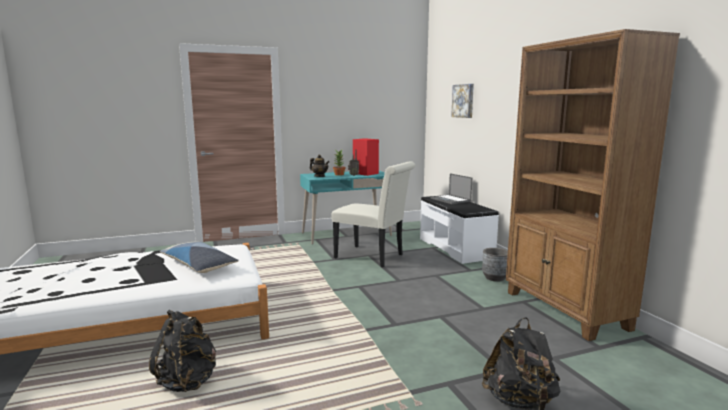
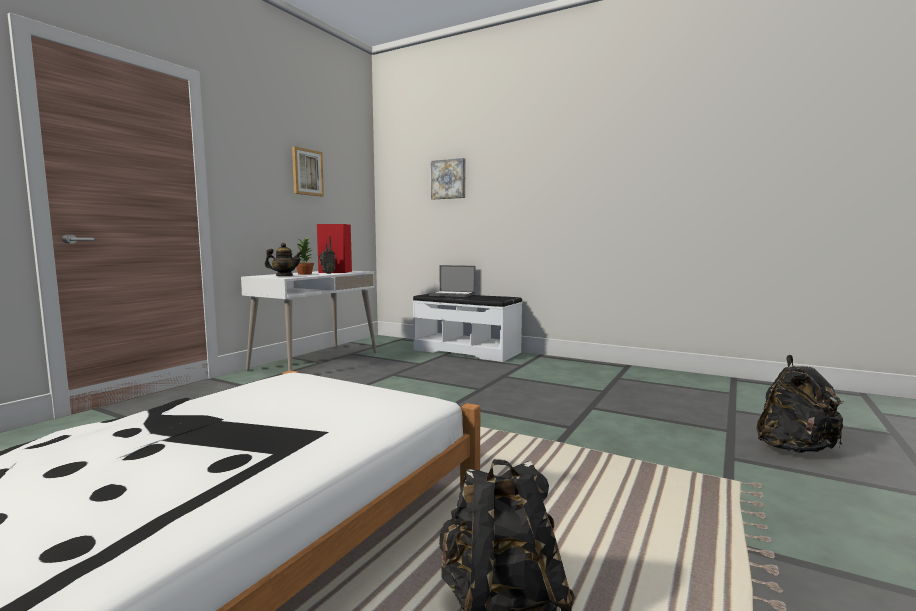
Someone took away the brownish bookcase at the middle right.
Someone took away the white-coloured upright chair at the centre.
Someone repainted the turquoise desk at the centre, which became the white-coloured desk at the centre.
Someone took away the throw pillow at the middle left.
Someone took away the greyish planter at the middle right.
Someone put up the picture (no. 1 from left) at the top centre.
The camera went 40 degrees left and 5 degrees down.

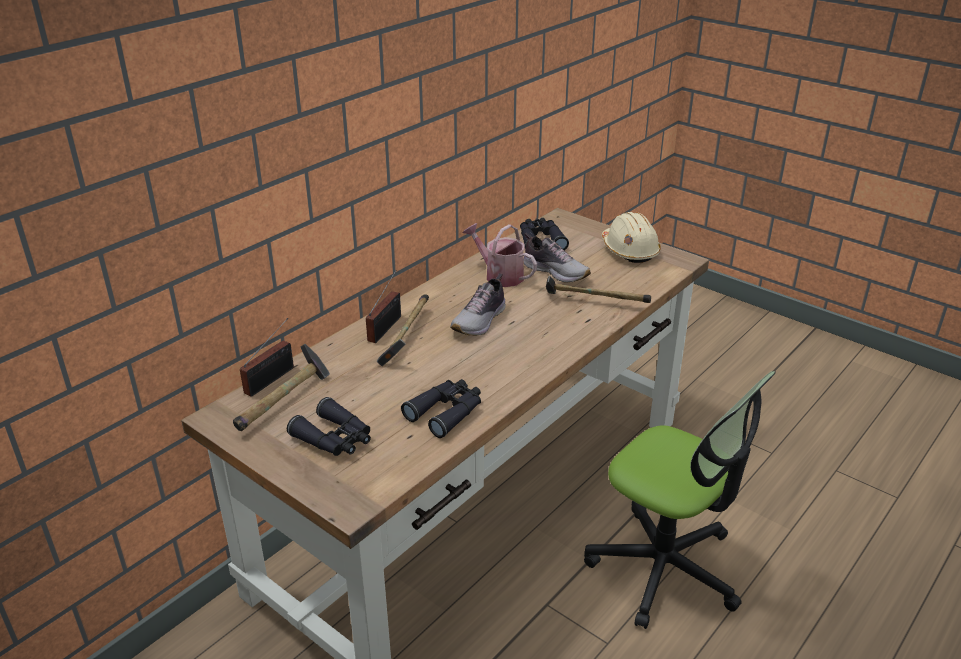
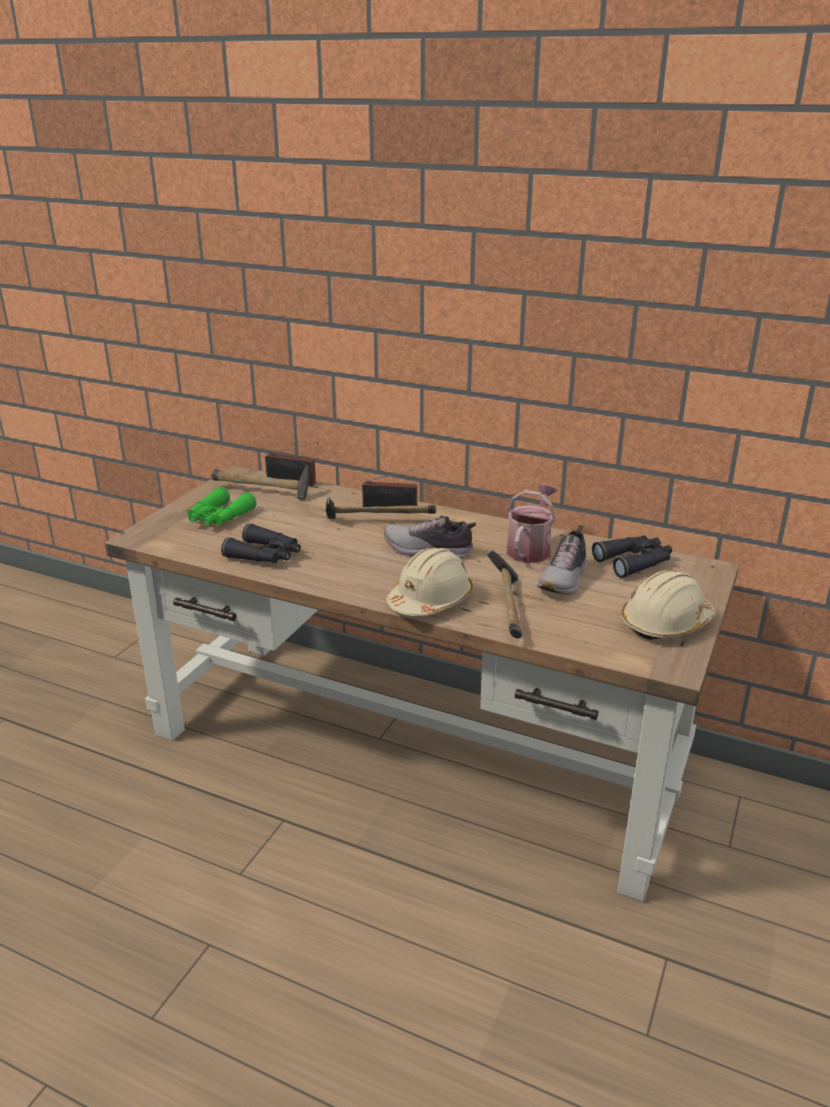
Someone took away the computer chair at the bottom right.
Someone repainted the black-coloured field glasses (no. 1 from left) at the centre, which became the green field glasses at the middle left.
Someone put down the beige-coloured work helmet (no. 1 from left) at the centre.
The camera went 75 degrees right and 5 degrees down.

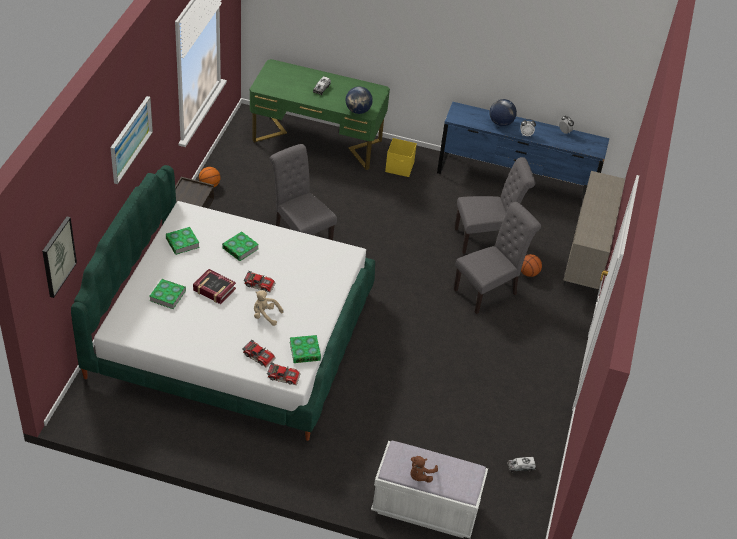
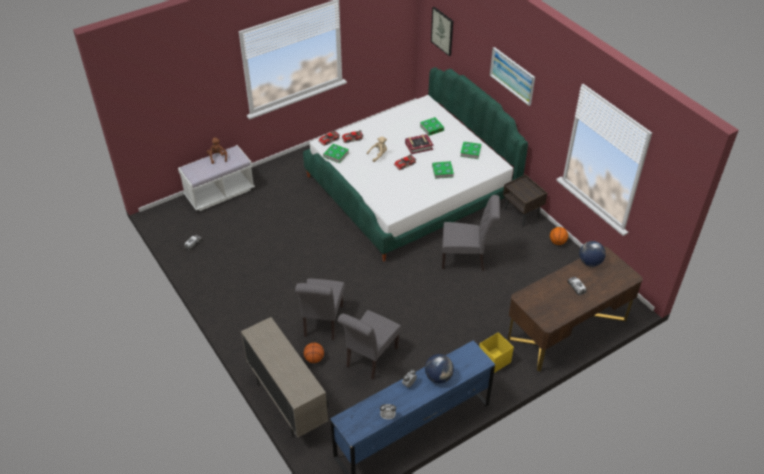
Someone repainted the green desk at the top centre, which became the brownish desk at the middle right.
Someone carried the world globe (no. 1 from left in the first image) from the top centre to the middle right.
The camera went 135 degrees right and 0 degrees up.

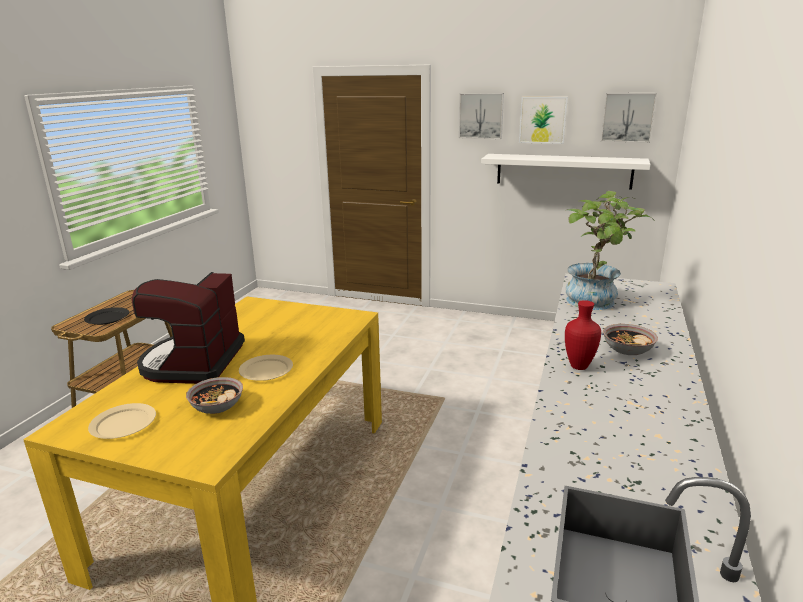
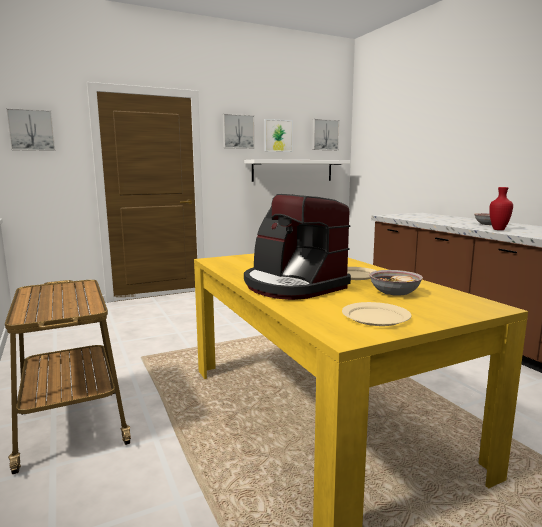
Someone took away the houseplant at the middle right.
Someone took away the black-coloured dinner plate at the middle left.
Someone put up the picture (no. 1 from left) at the top left.
The camera went 45 degrees left and 10 degrees down.

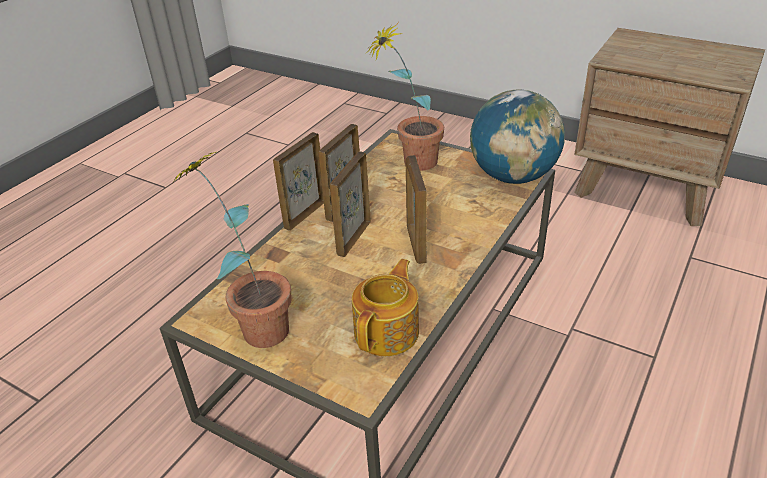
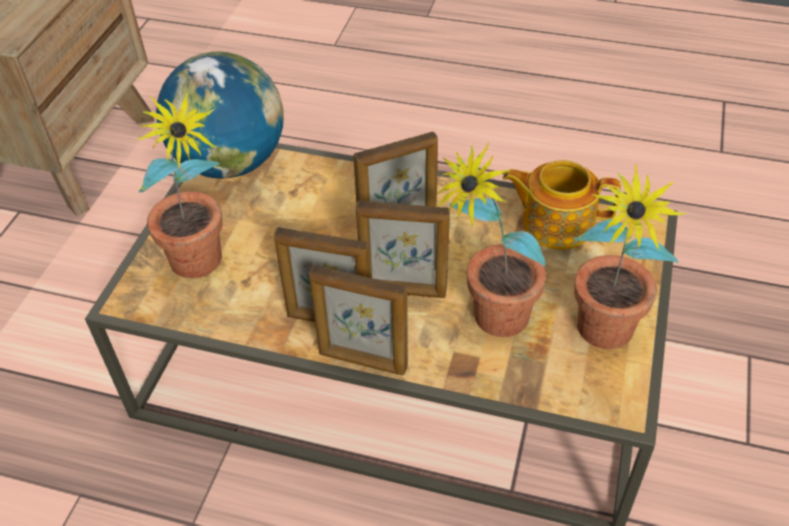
Someone put down the houseplant (no. 2 from left) at the centre.
The camera went 105 degrees left and 10 degrees up.

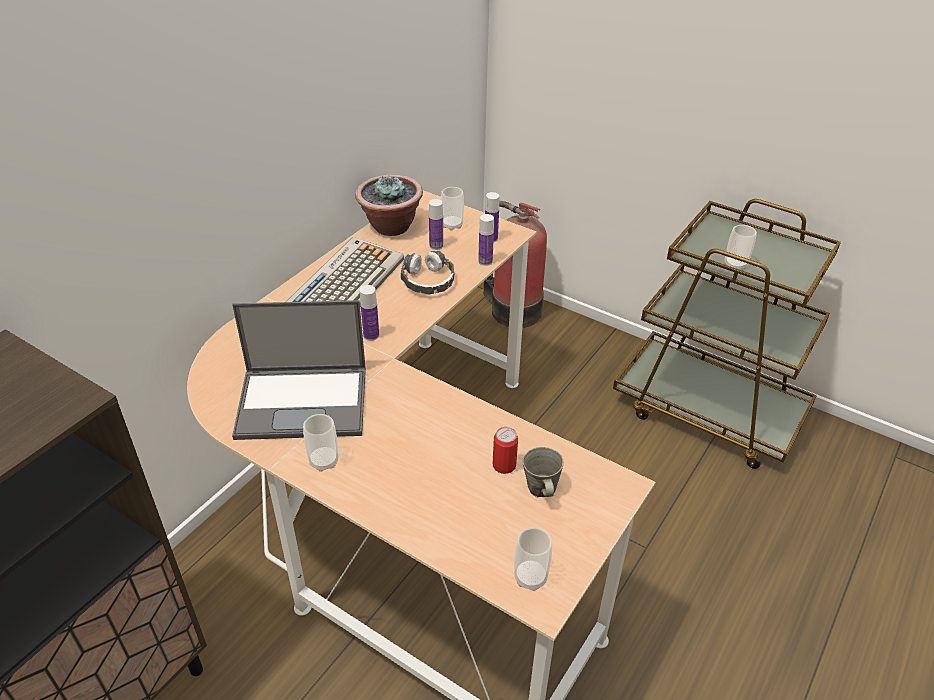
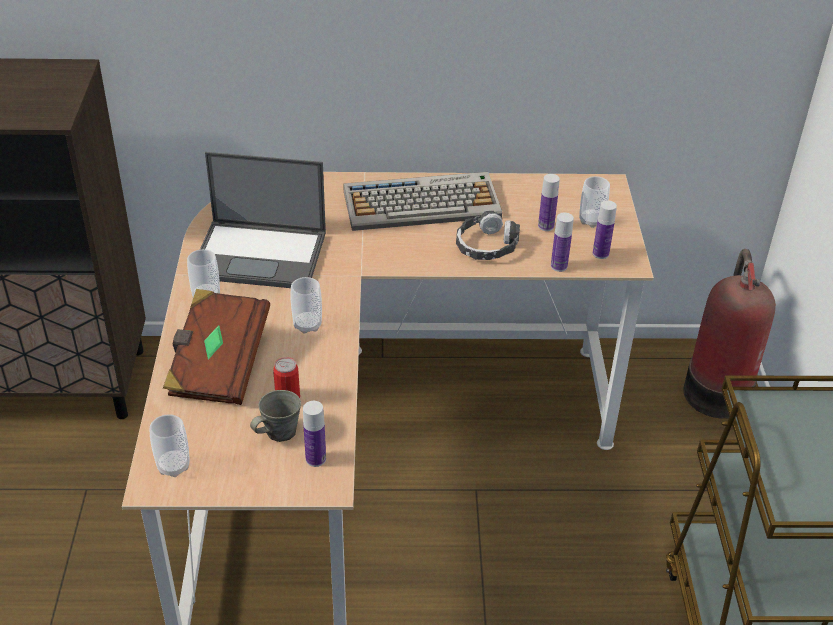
Someone took away the houseplant at the top centre.
Someone carried the drinking cup (no. 4 from left in the first image) from the middle right to the centre.
Someone carried the beverage bottle (no. 1 from left) from the centre to the bottom centre.
Someone rotated the laptop at the middle left by 45 degrees counterclockwise.
Someone put down the brownish volume at the middle left.
The camera went 55 degrees right and 0 degrees up.

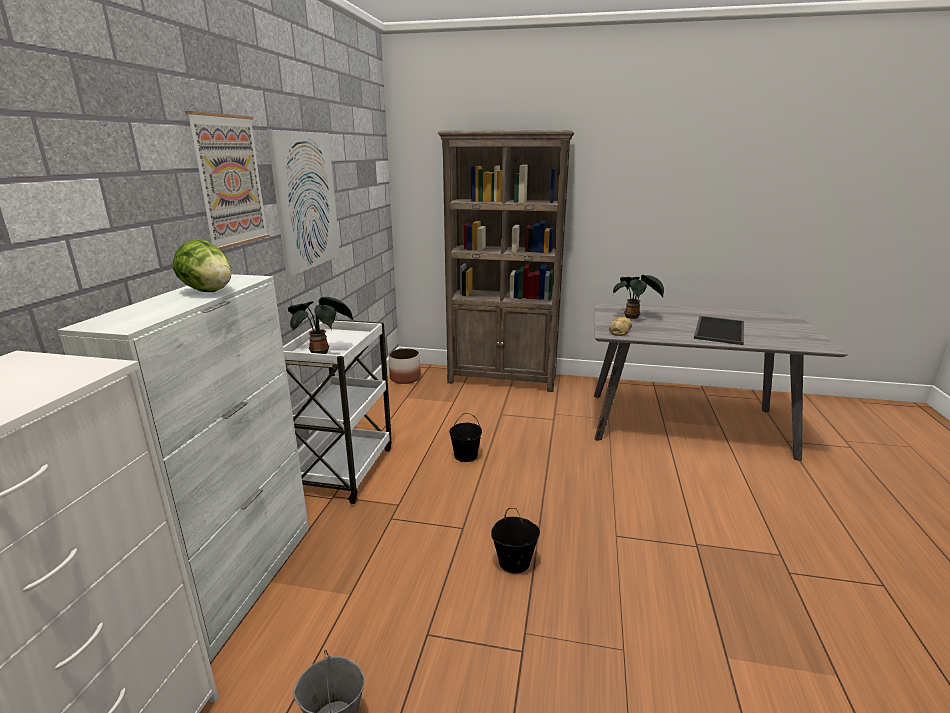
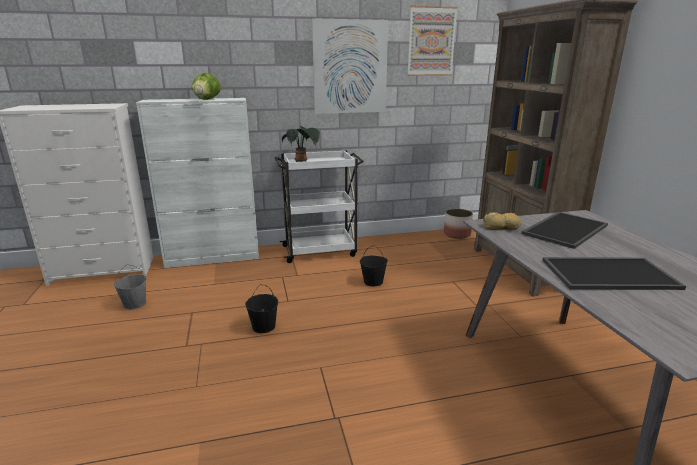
Someone carried the picture (no. 1 from left in the first image) from the top left to the top centre.
Someone swapped the houseplant (no. 2 from left) at the middle right for the carrying tray (no. 1 from left) at the middle right.
The camera went 65 degrees right and 0 degrees up.

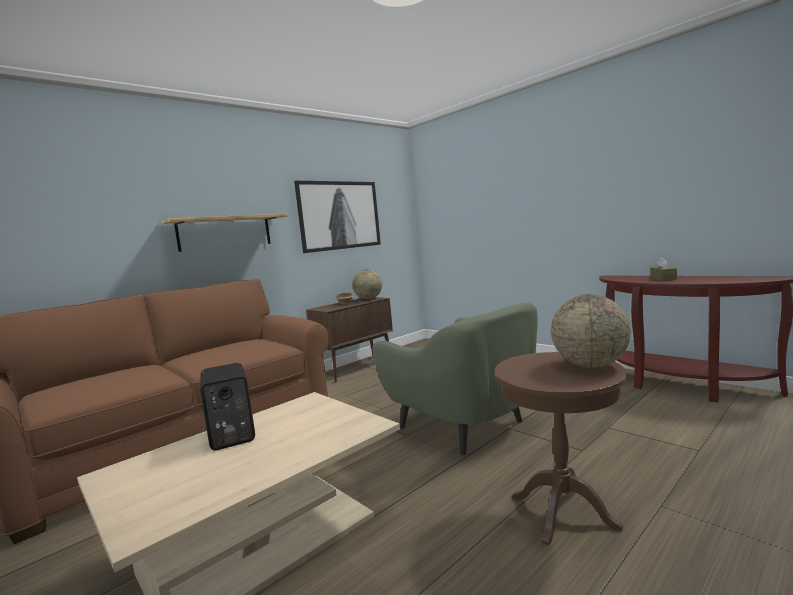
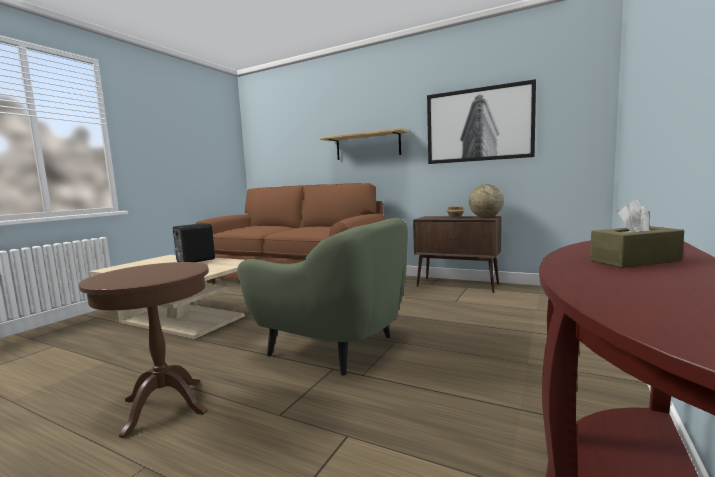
Someone took away the world globe (no. 2 from left) at the middle right.
Someone rotated the green armchair at the centre by 90 degrees counterclockwise.
The camera went 70 degrees right and 0 degrees up.

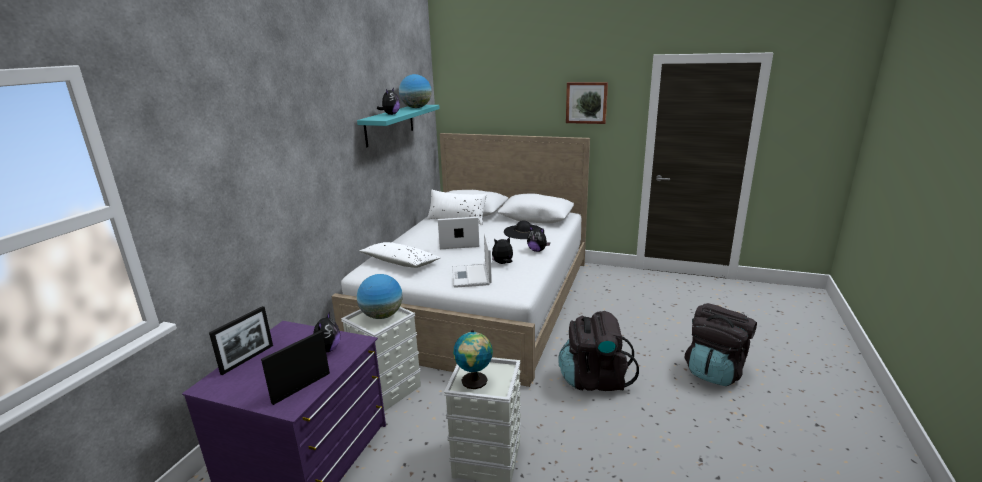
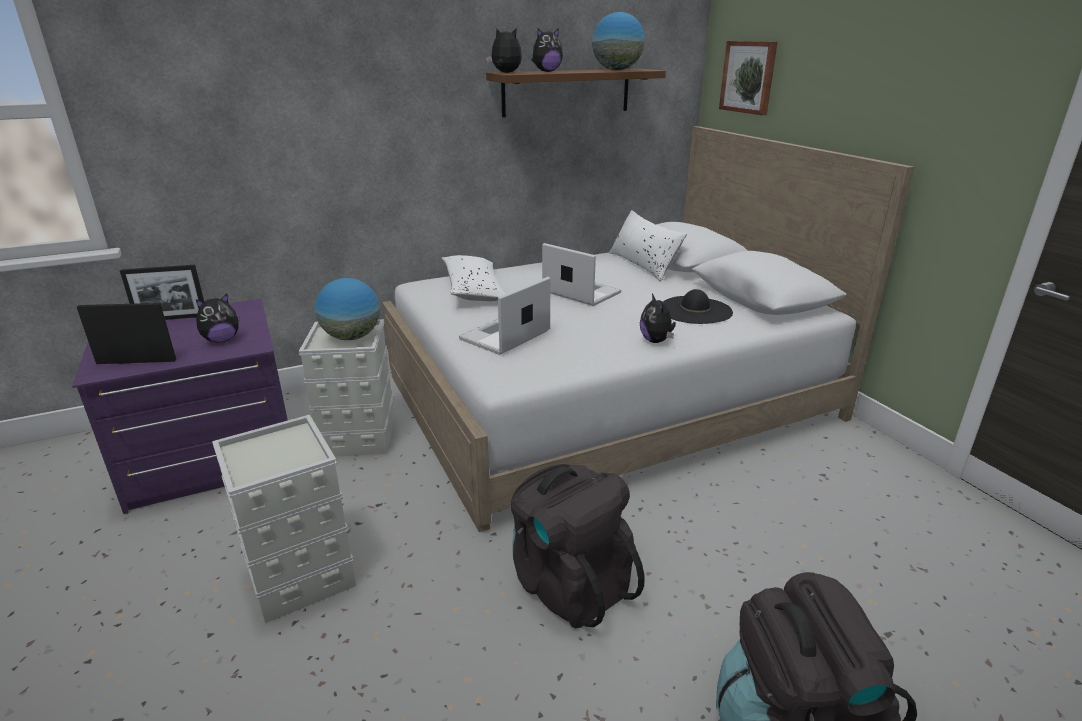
Someone carried the picture from the top centre to the top right.
Someone repainted the turquoise shelf at the top centre, which became the brownish shelf at the top centre.
Someone carried the cuddly toy (no. 3 from left in the first image) from the centre to the top centre.
Someone took away the world globe (no. 3 from left) at the bottom centre.
The camera went 45 degrees right and 5 degrees up.

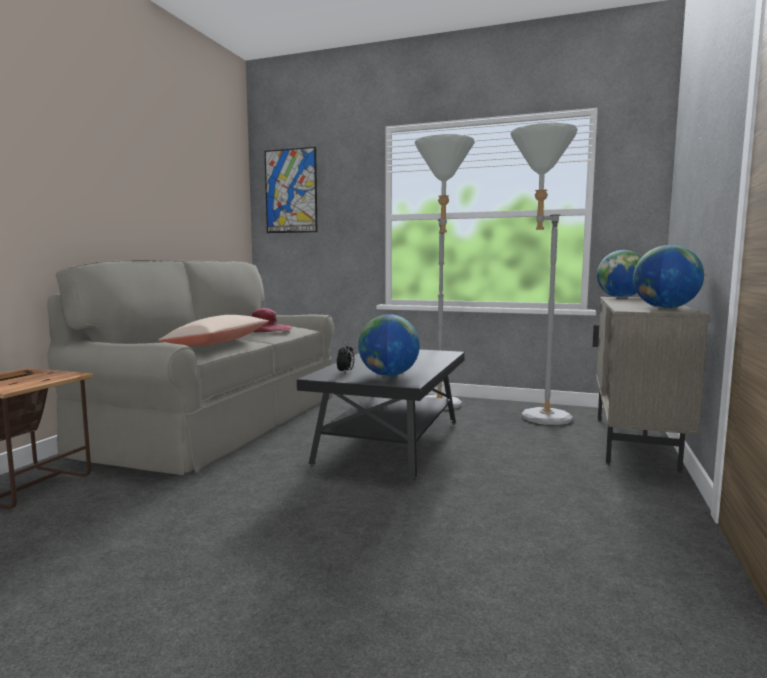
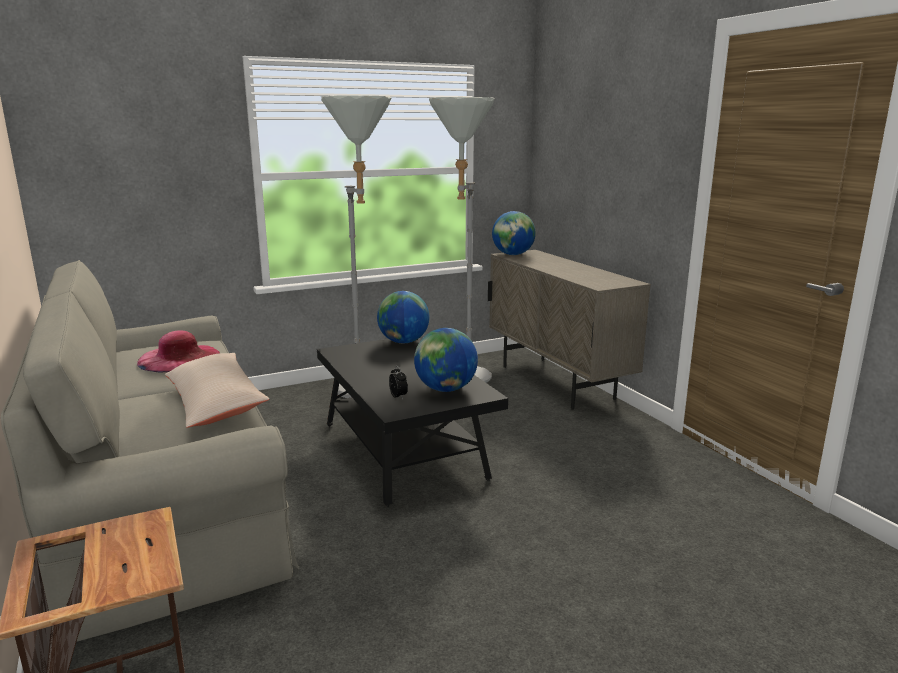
Someone took away the picture at the top centre.
Someone carried the world globe (no. 3 from left in the first image) from the middle right to the centre.
The camera went 45 degrees left and 10 degrees up.

